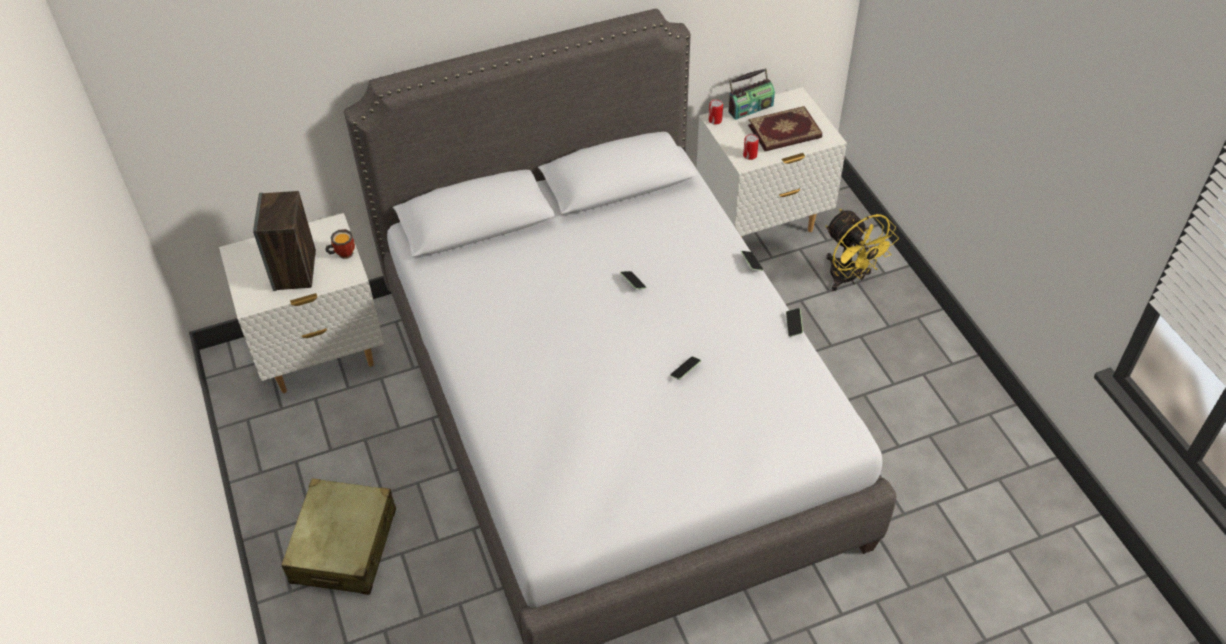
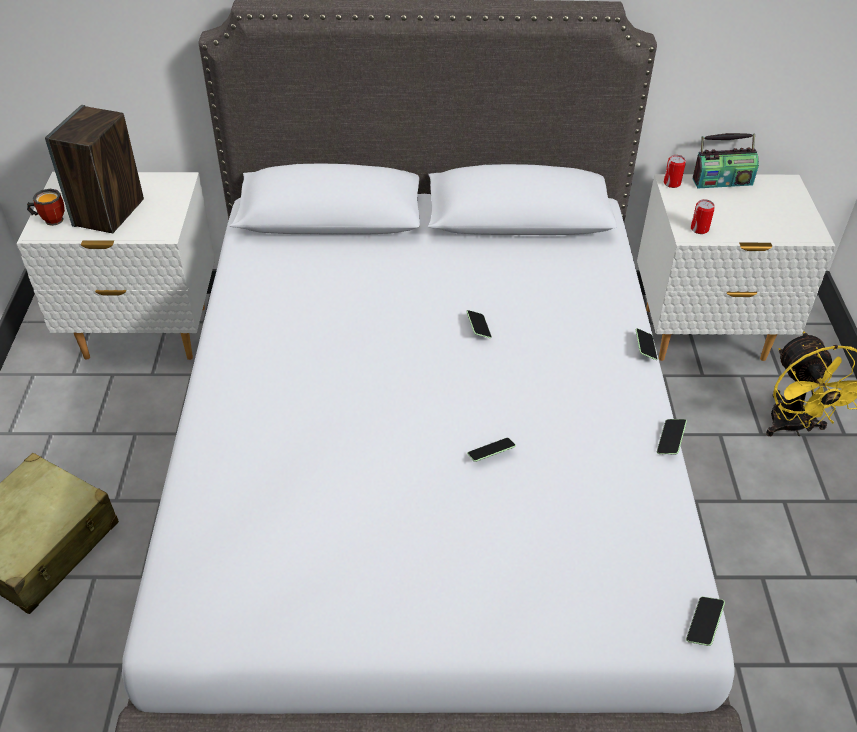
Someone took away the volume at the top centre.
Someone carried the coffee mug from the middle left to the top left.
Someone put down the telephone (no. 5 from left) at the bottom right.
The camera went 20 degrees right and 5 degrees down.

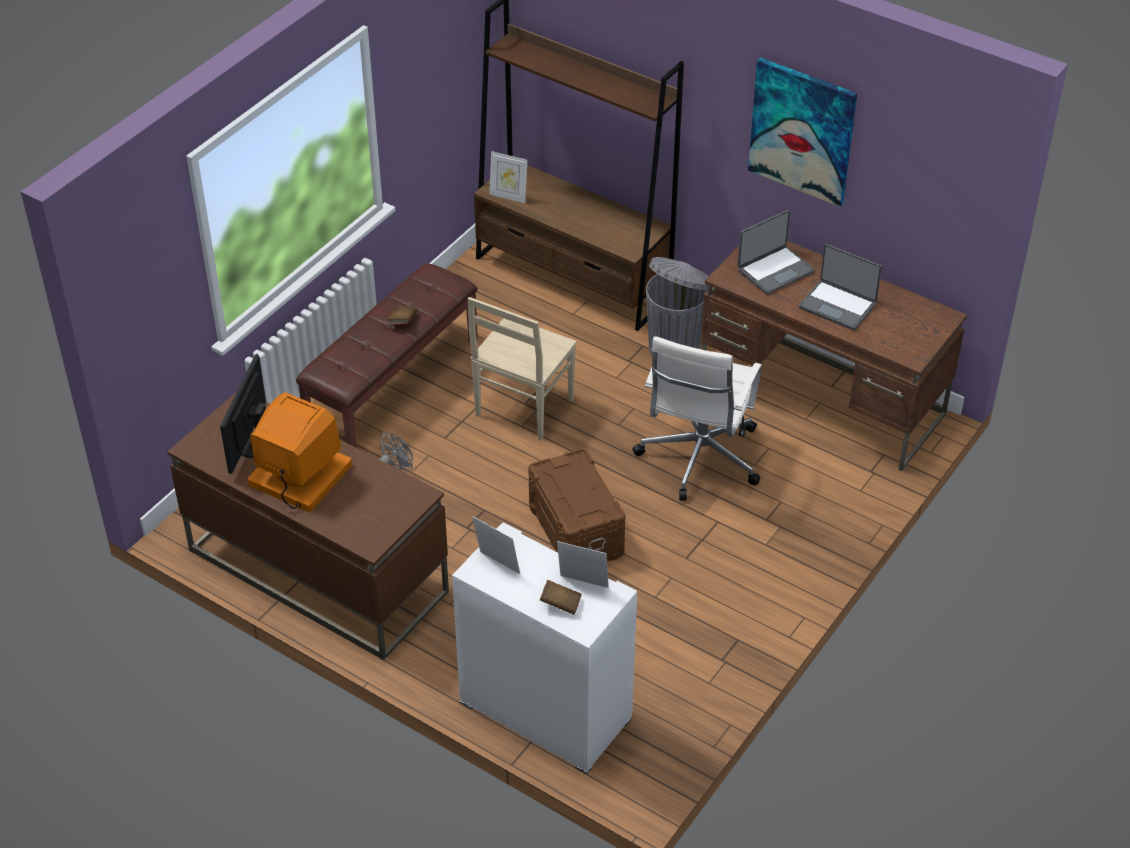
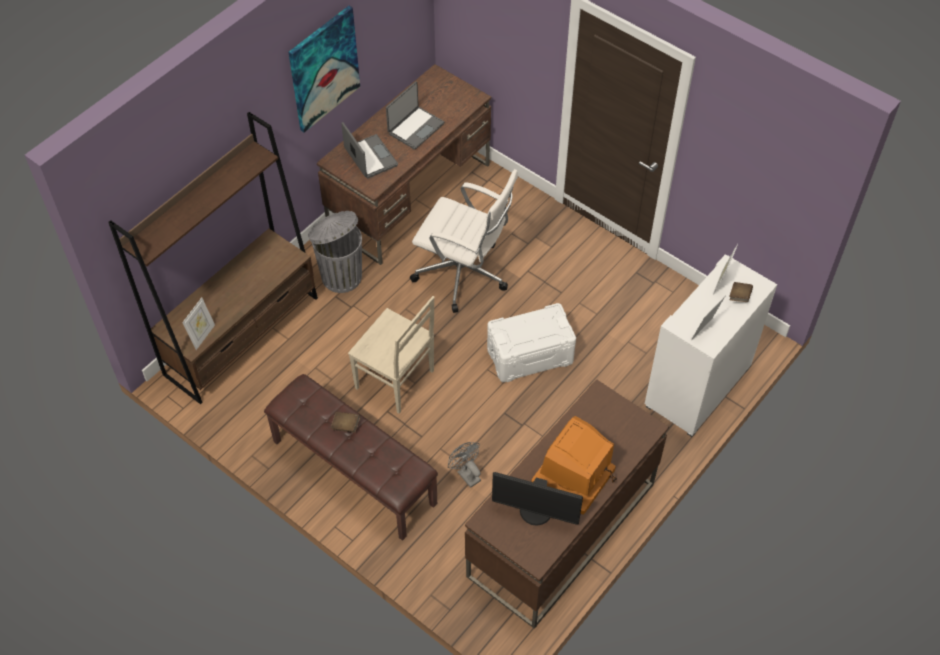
Someone repainted the brownish storage box at the centre, which became the white-coloured storage box at the centre.
The camera went 85 degrees left and 10 degrees up.

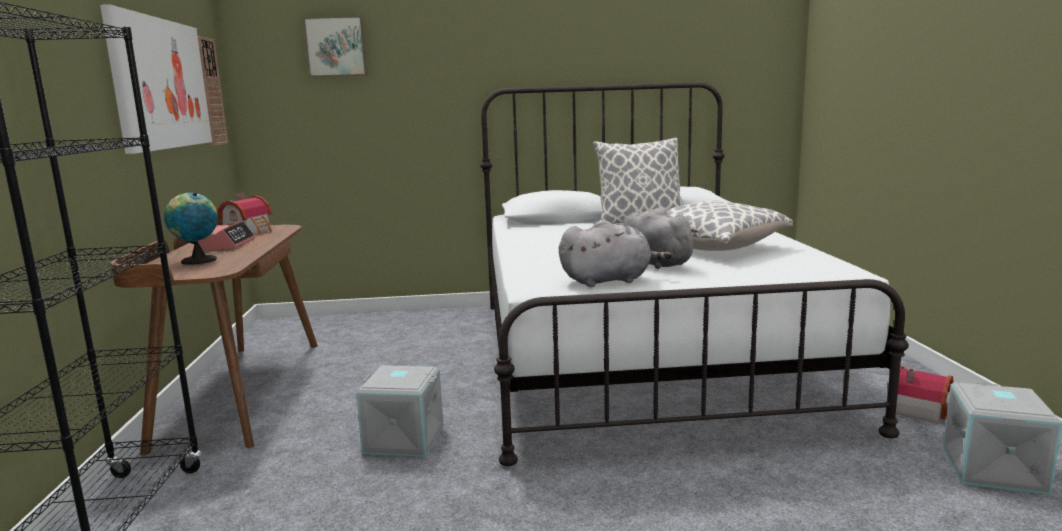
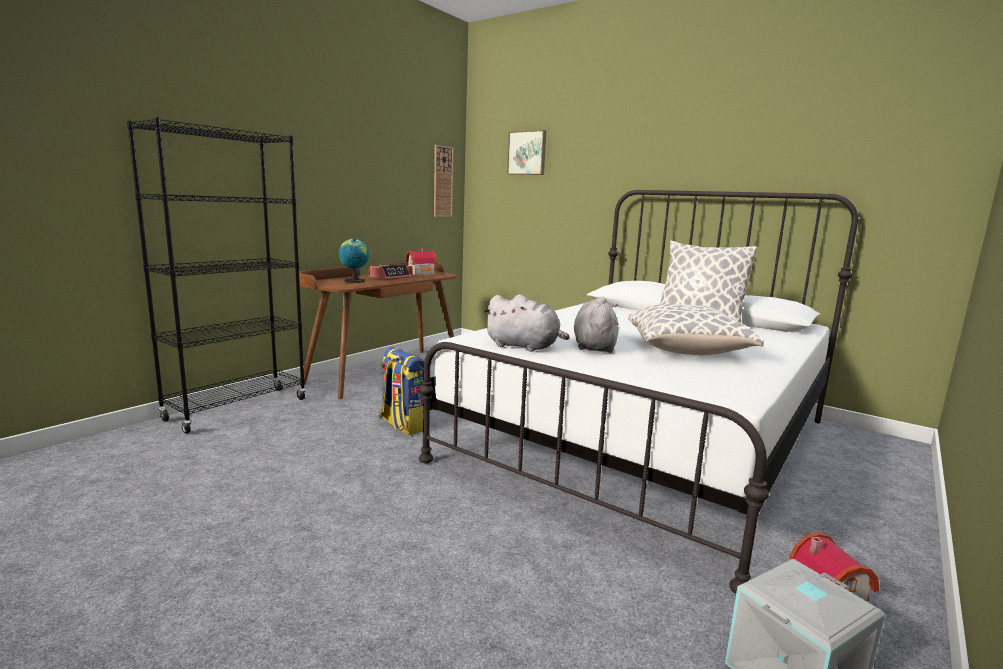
Someone took away the picture (no. 1 from left) at the top left.
Someone swapped the greyish storage box (no. 1 from left) at the bottom centre for the knapsack at the centre.
The camera went 40 degrees right and 0 degrees up.

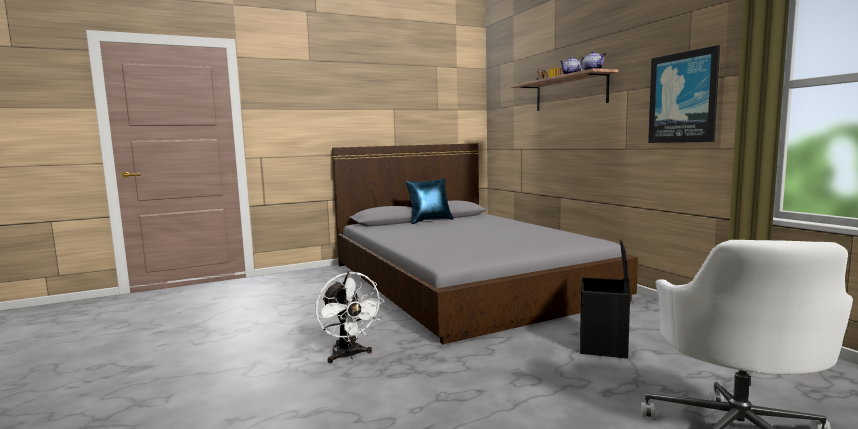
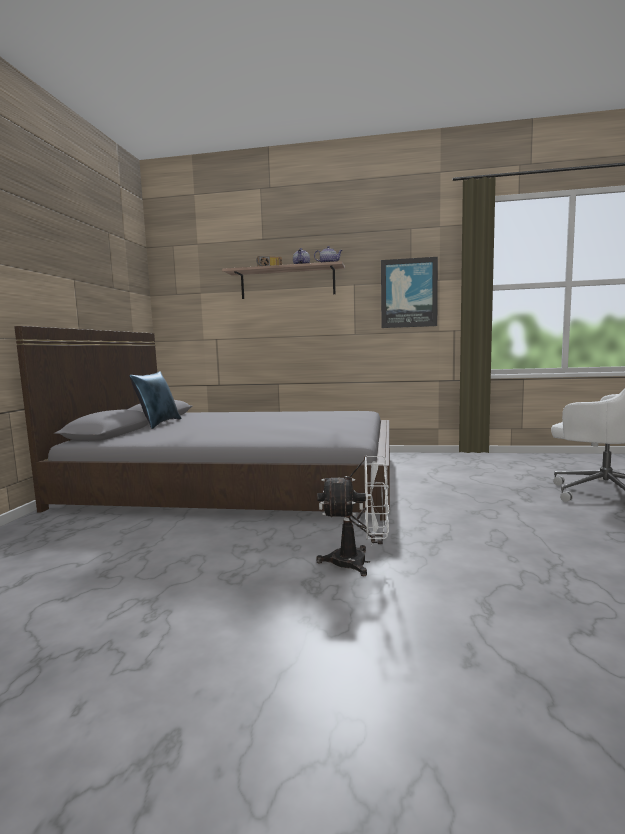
Someone took away the black-coloured storage box at the bottom right.
The camera went 55 degrees left and 0 degrees up.

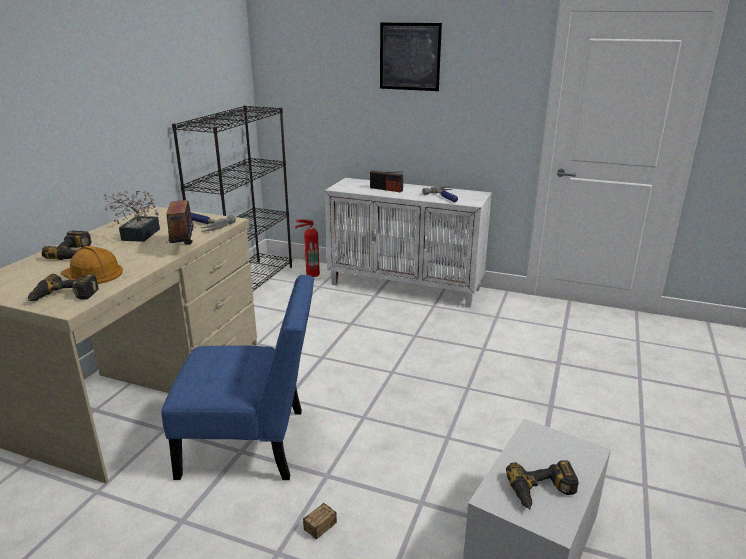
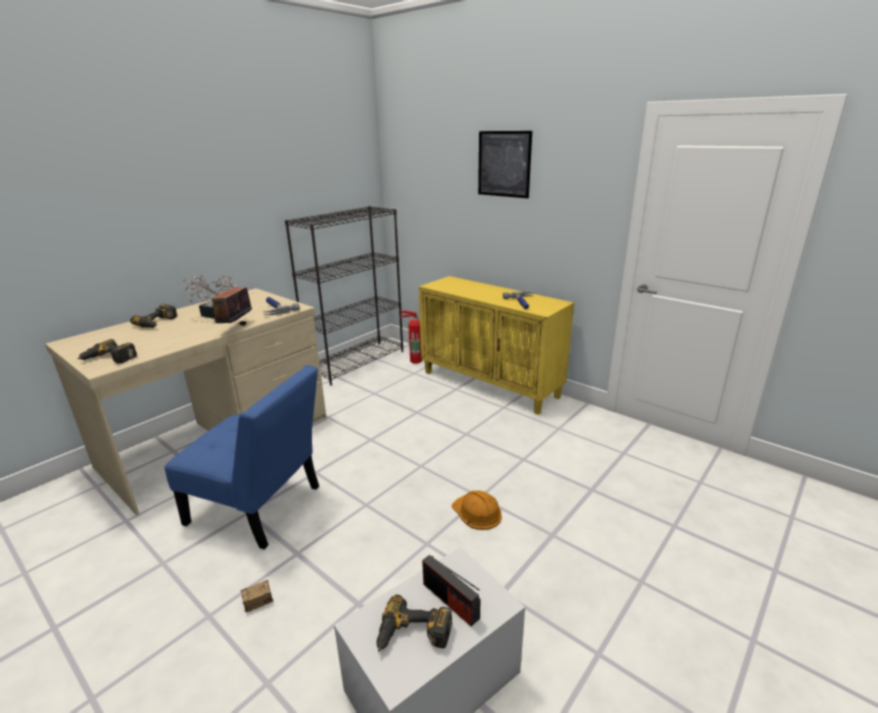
Someone carried the radio (no. 2 from left) from the top centre to the bottom centre.
Someone repainted the white-coloured cabinet at the centre, which became the yellow-coloured cabinet at the centre.
Someone carried the orange work helmet from the middle left to the bottom centre.
The camera went 20 degrees right and 0 degrees up.

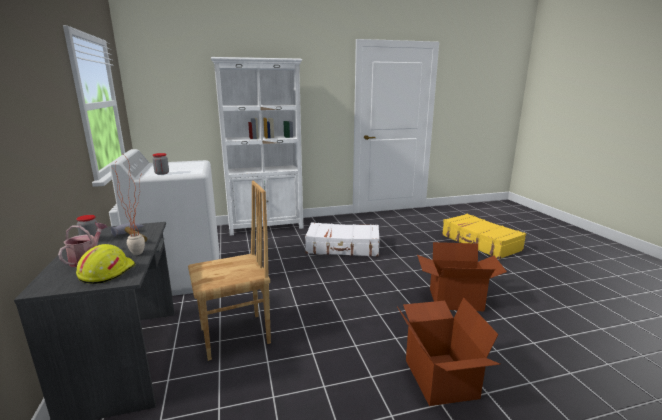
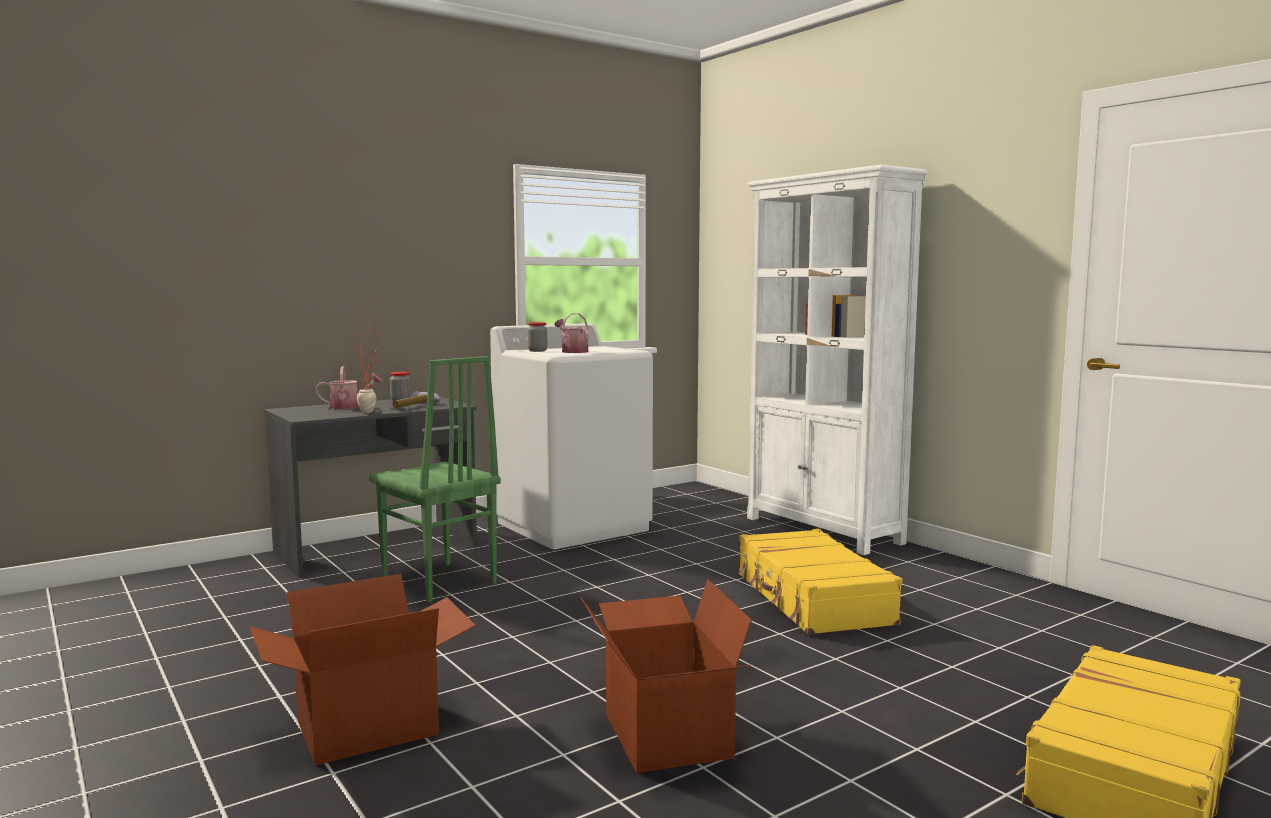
Someone repainted the brownish upright chair at the centre, which became the green upright chair at the centre.
Someone repainted the white-coloured travel case at the centre, which became the yellow-coloured travel case (no. 1 from left) at the bottom centre.
Someone took away the yellow-coloured work helmet at the middle left.
Someone put down the watering can (no. 2 from left) at the centre.
The camera went 70 degrees right and 10 degrees down.

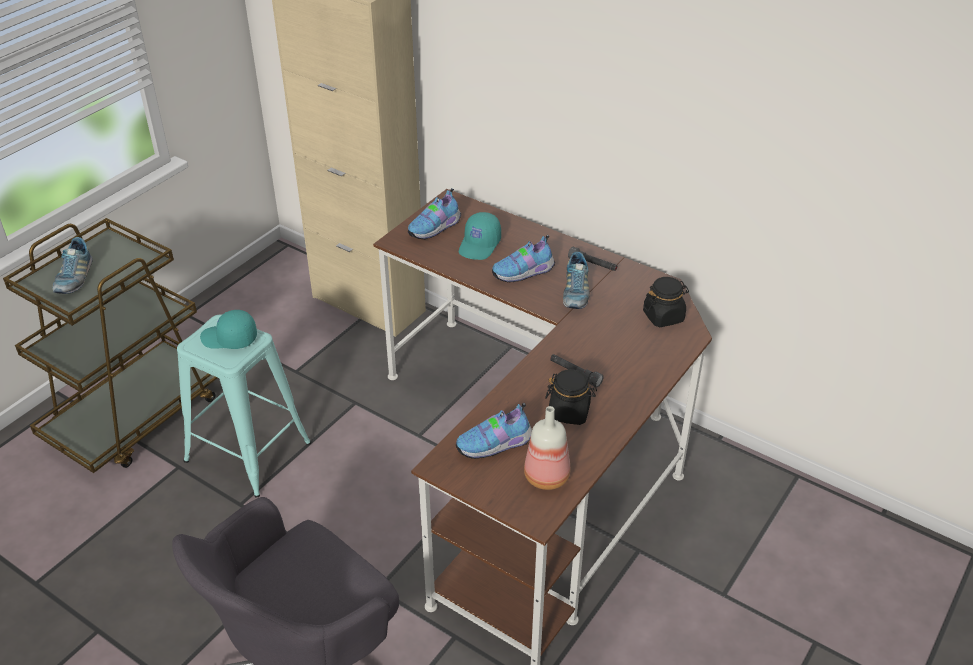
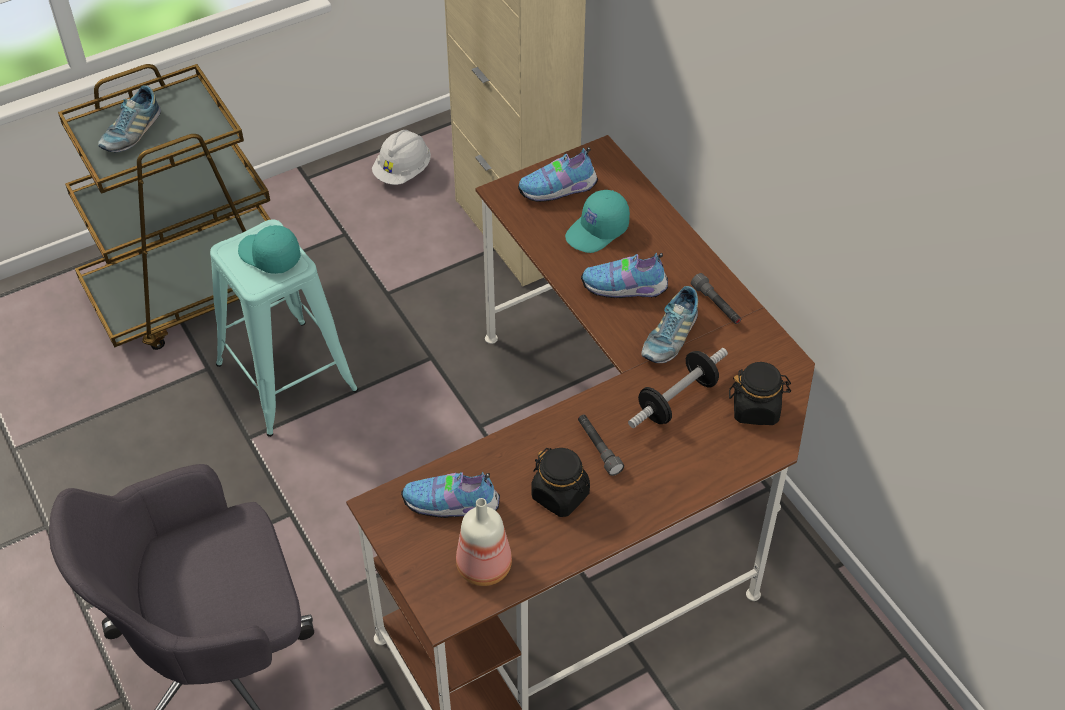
Someone put down the white-coloured work helmet at the top centre.
Someone put down the hand weight at the centre.
The camera went 25 degrees right and 10 degrees up.

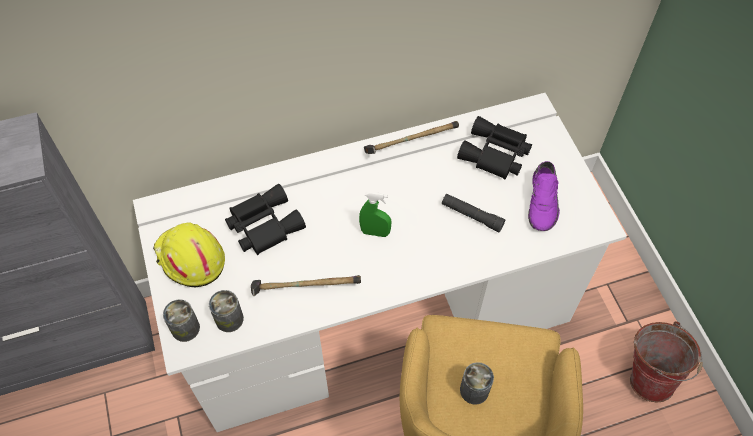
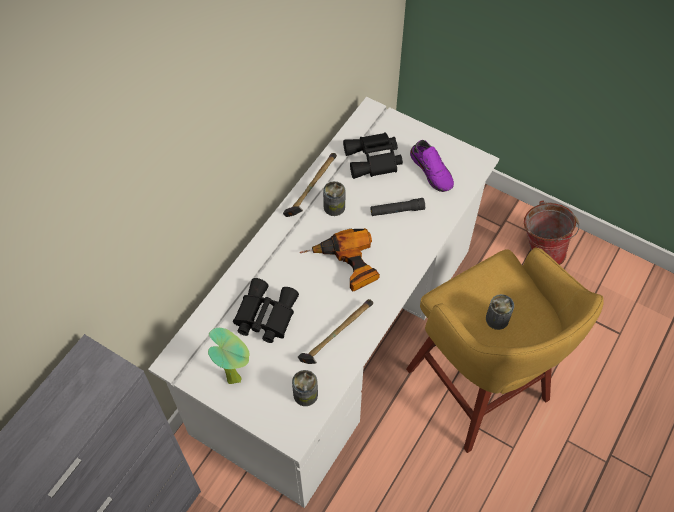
Someone swapped the green sprayer at the centre for the electric drill at the centre.
Someone swapped the yellow-coloured work helmet at the middle left for the houseplant at the bottom centre.
Someone carried the can (no. 1 from left in the first image) from the bottom left to the centre.
The camera went 40 degrees left and 0 degrees up.

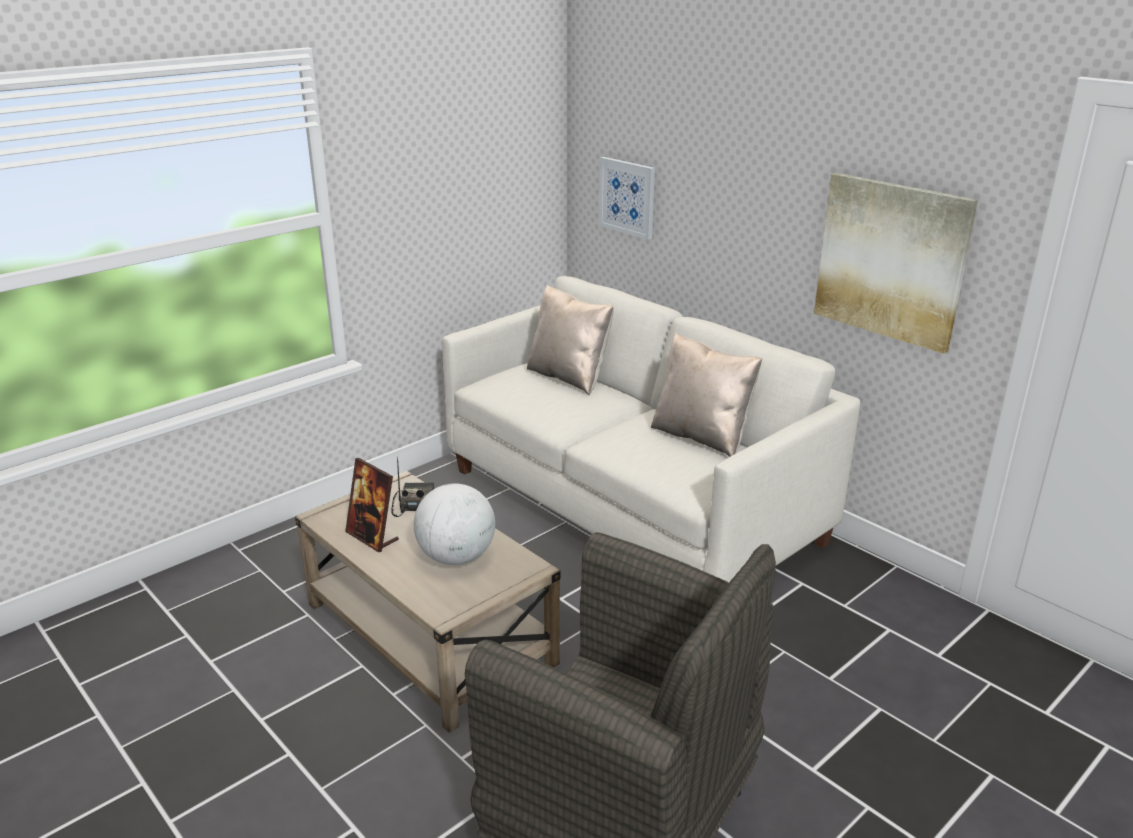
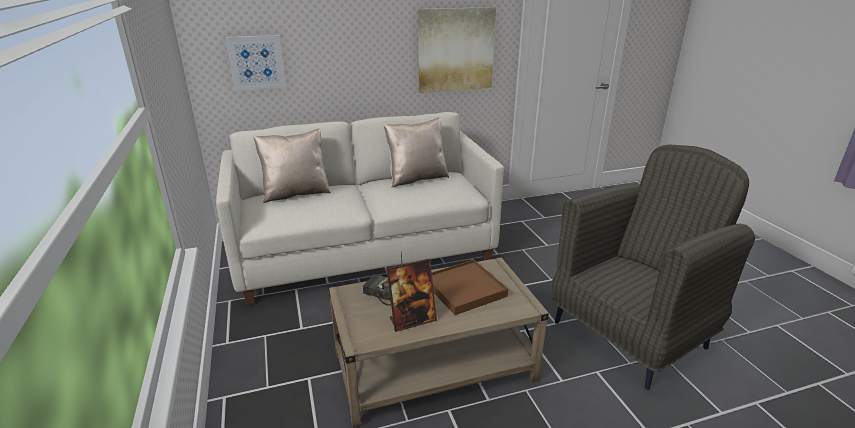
Someone swapped the world globe at the centre for the brownish carrying tray at the bottom centre.
The camera went 65 degrees left and 0 degrees up.

